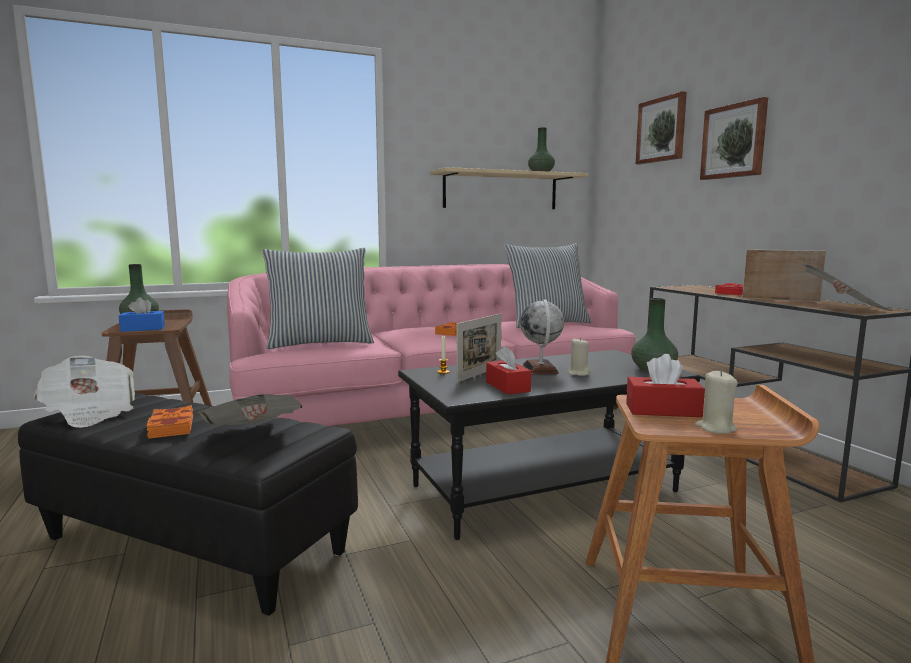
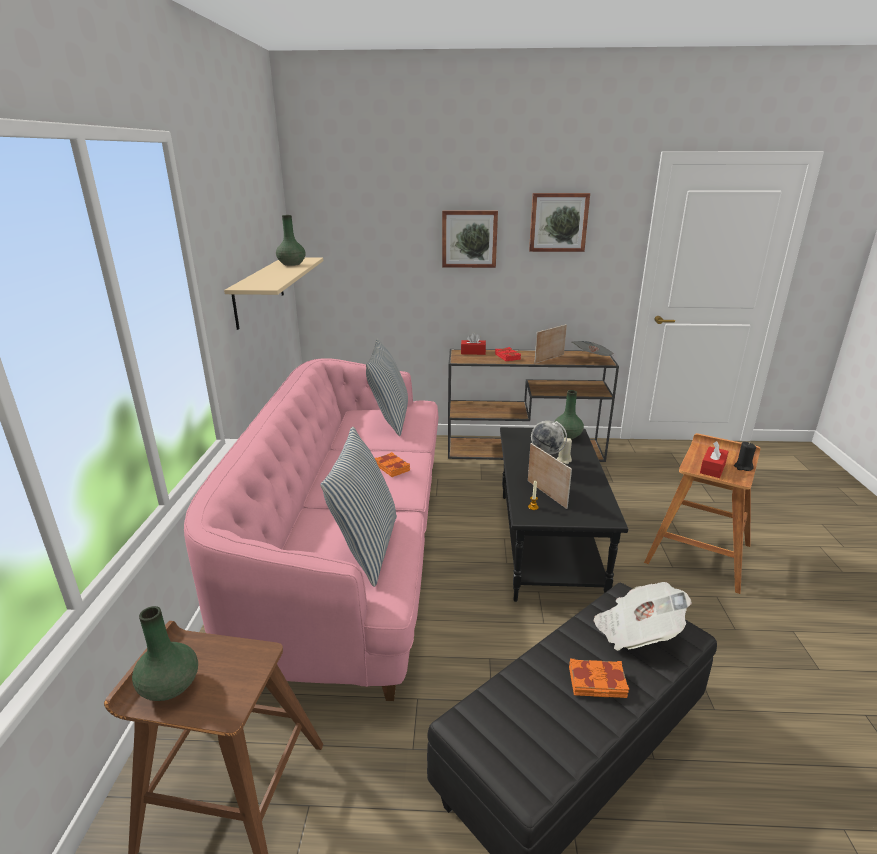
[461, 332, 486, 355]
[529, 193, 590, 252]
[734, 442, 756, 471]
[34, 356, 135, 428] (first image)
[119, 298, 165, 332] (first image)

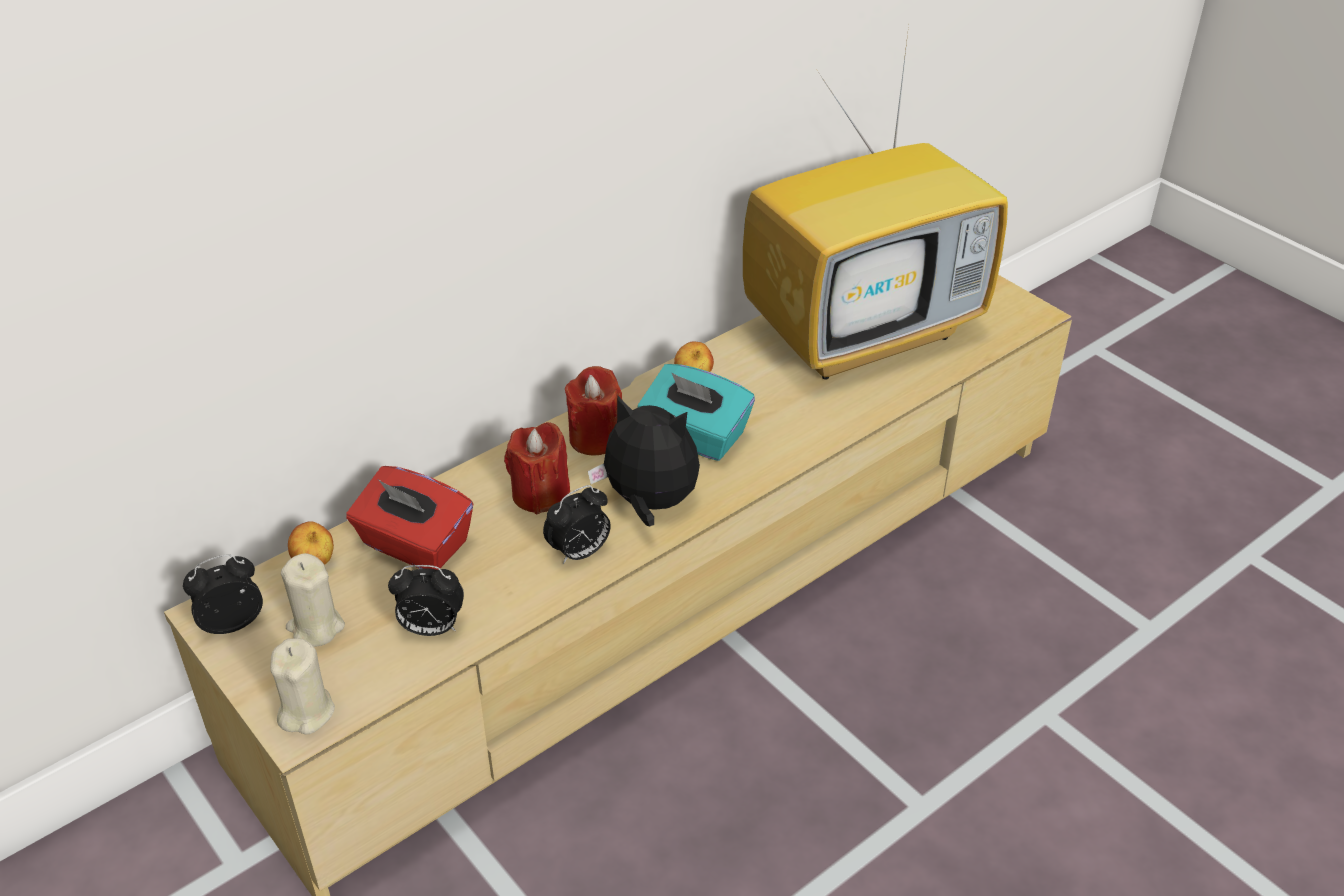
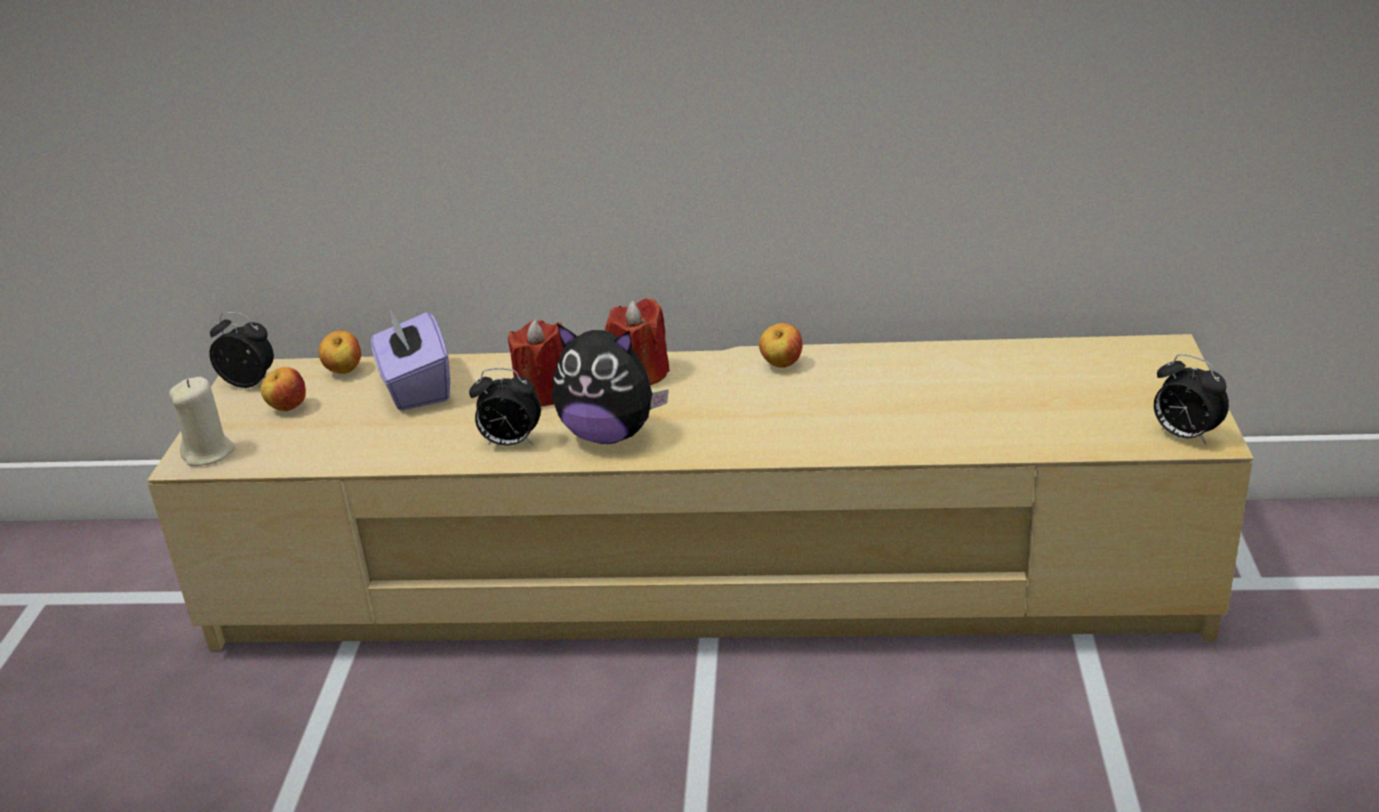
[260, 367, 306, 411]
[371, 309, 450, 411]
[552, 323, 669, 444]
[1154, 354, 1229, 445]
[638, 364, 755, 461] (first image)
[743, 26, 1008, 380] (first image)

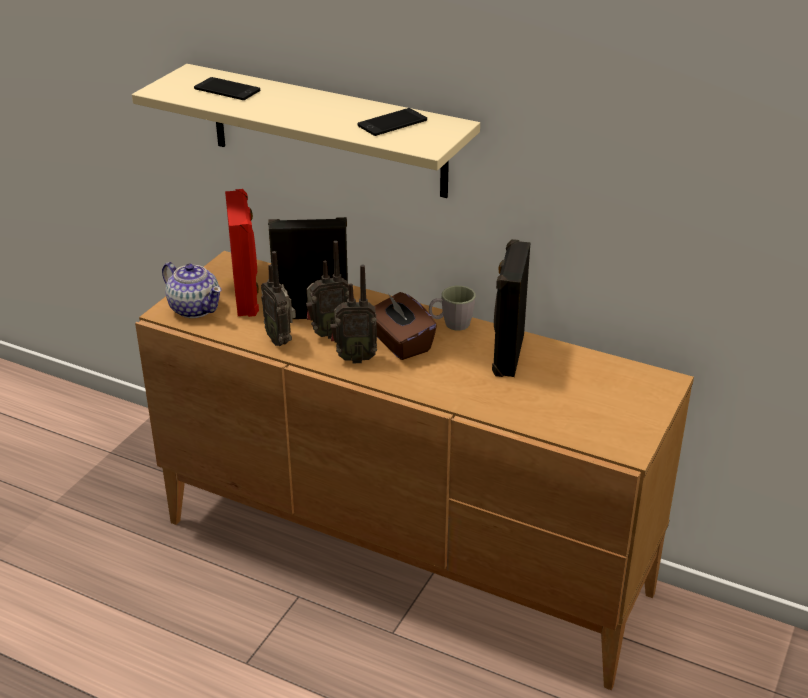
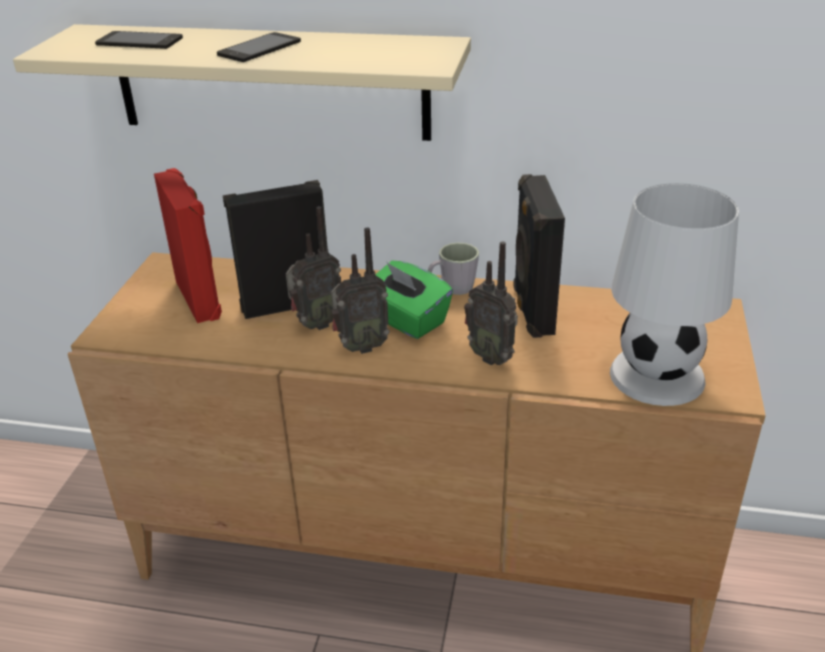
[217, 32, 301, 62]
[375, 261, 453, 339]
[464, 242, 518, 365]
[610, 183, 739, 406]
[162, 262, 221, 318] (first image)

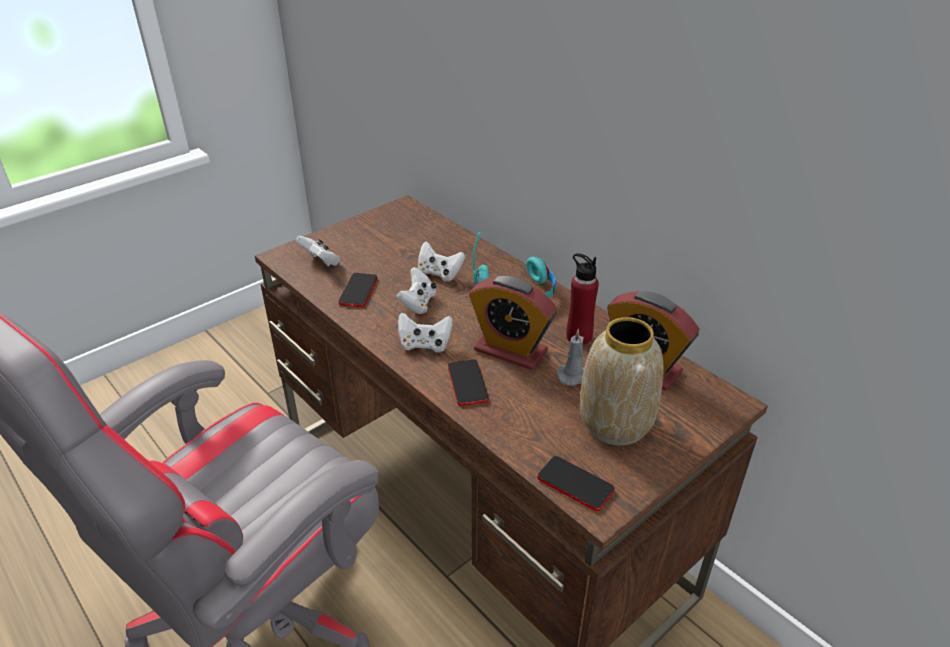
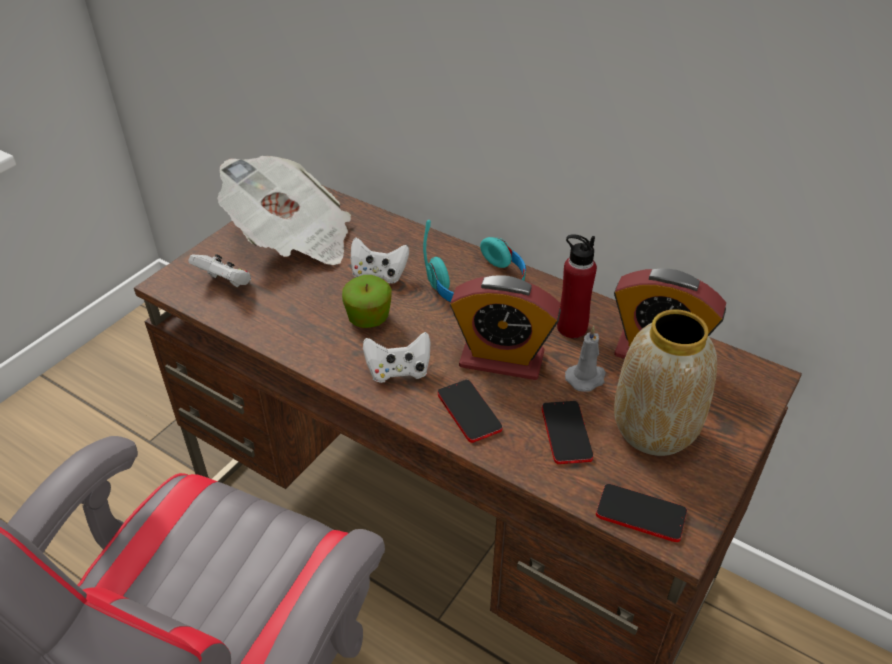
[217, 156, 351, 265]
[342, 275, 392, 328]
[542, 401, 593, 464]

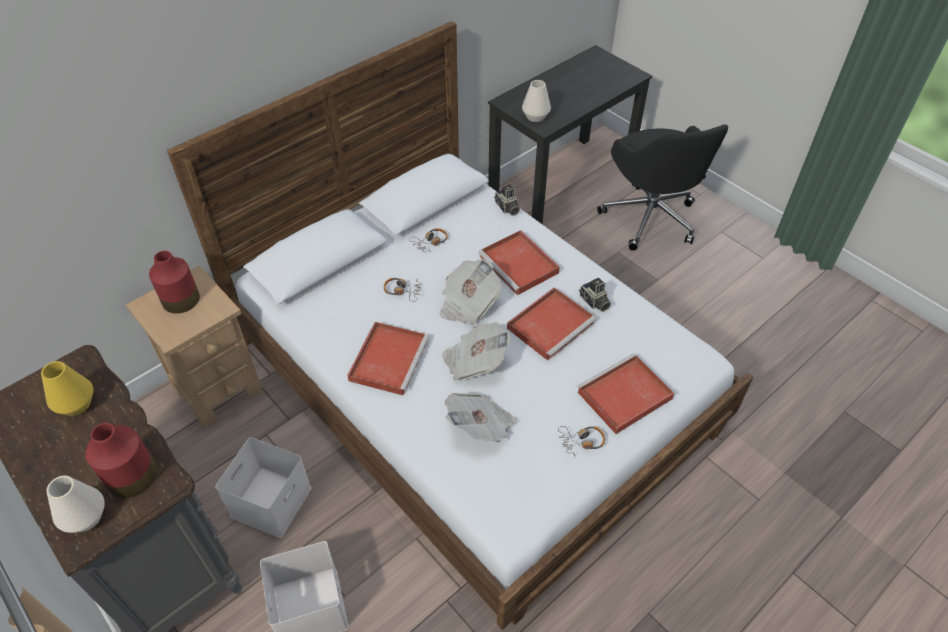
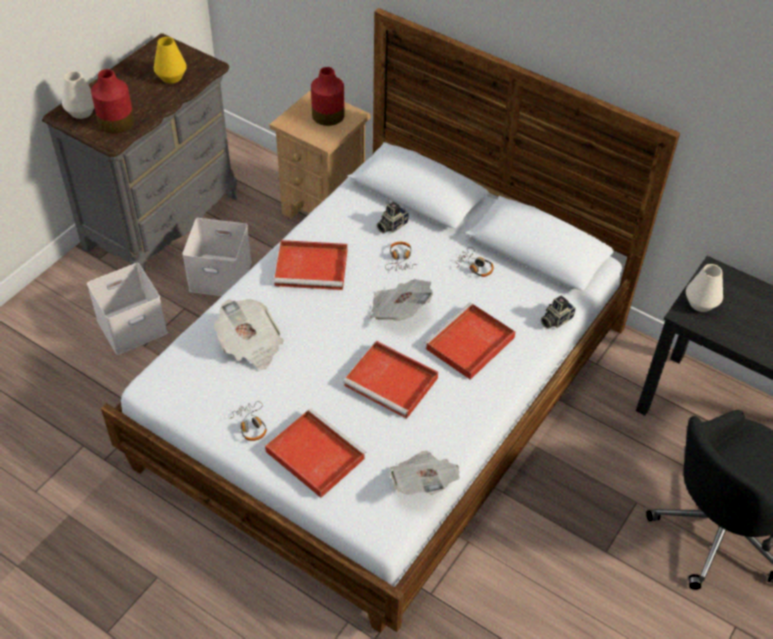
[377, 202, 409, 233]
[390, 451, 460, 495]

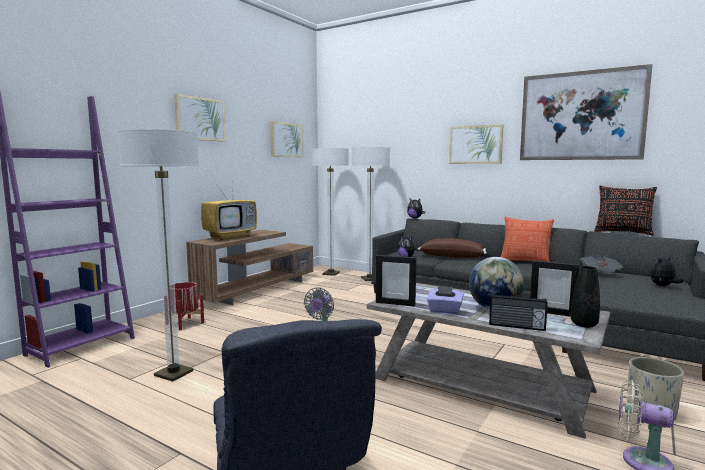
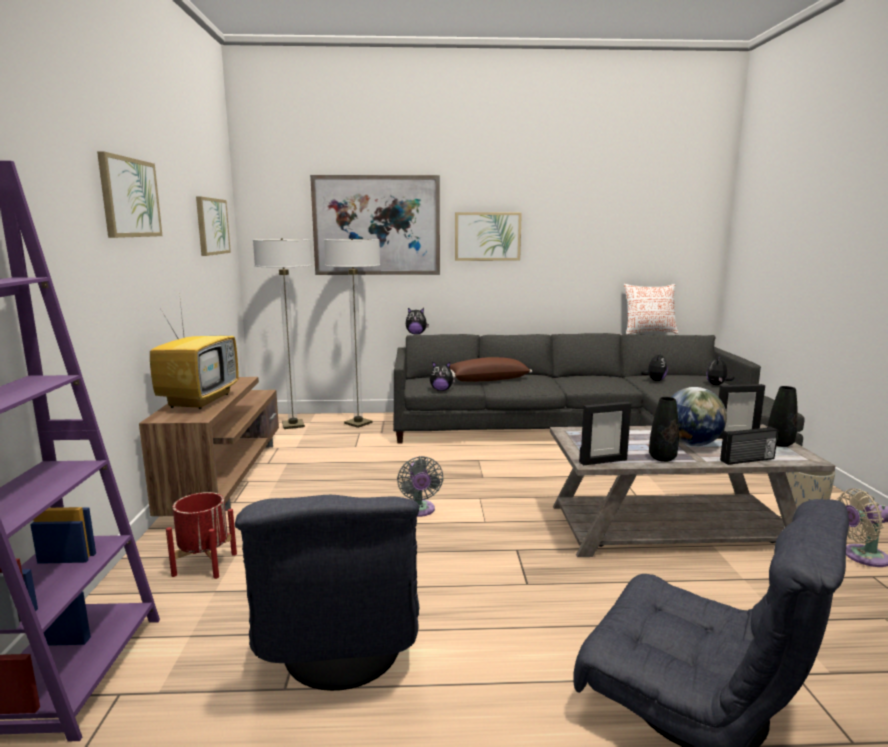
[235, 495, 419, 691]
[310, 175, 440, 275]
[624, 284, 679, 334]
[641, 352, 668, 381]
[649, 397, 679, 462]
[501, 216, 554, 262] (first image)

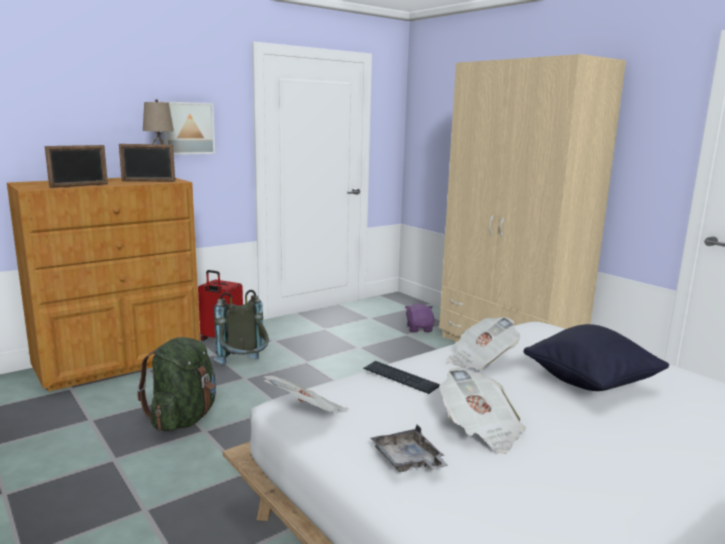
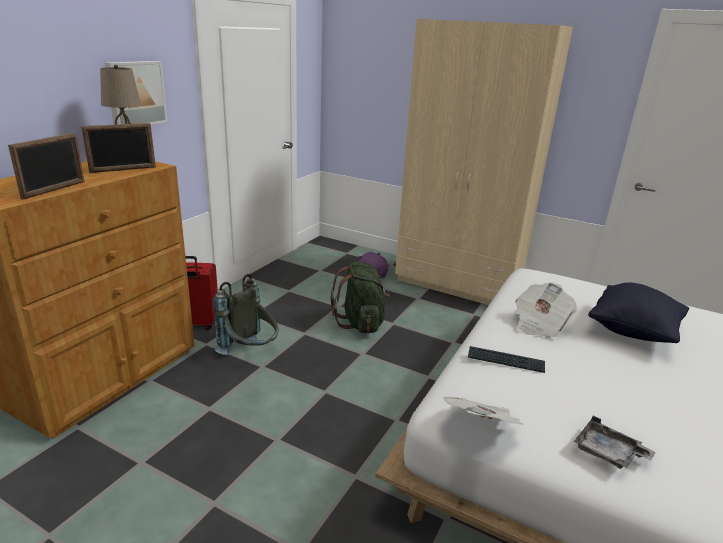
[331, 262, 390, 334]
[439, 368, 526, 454] (first image)

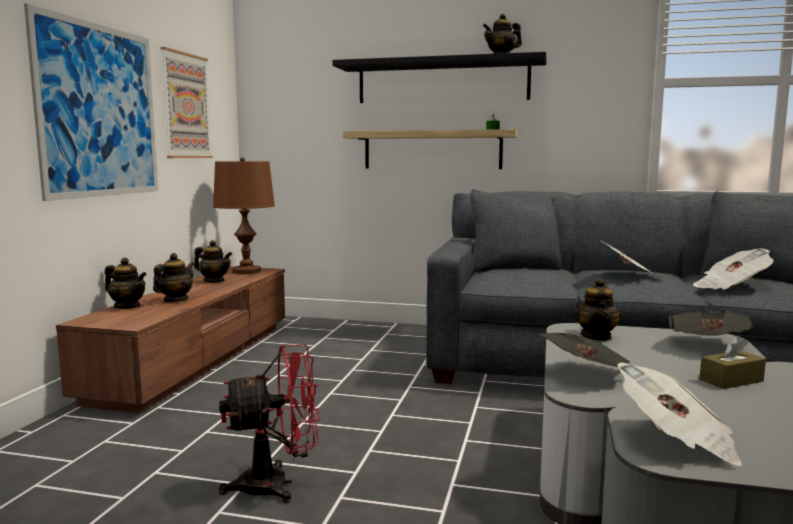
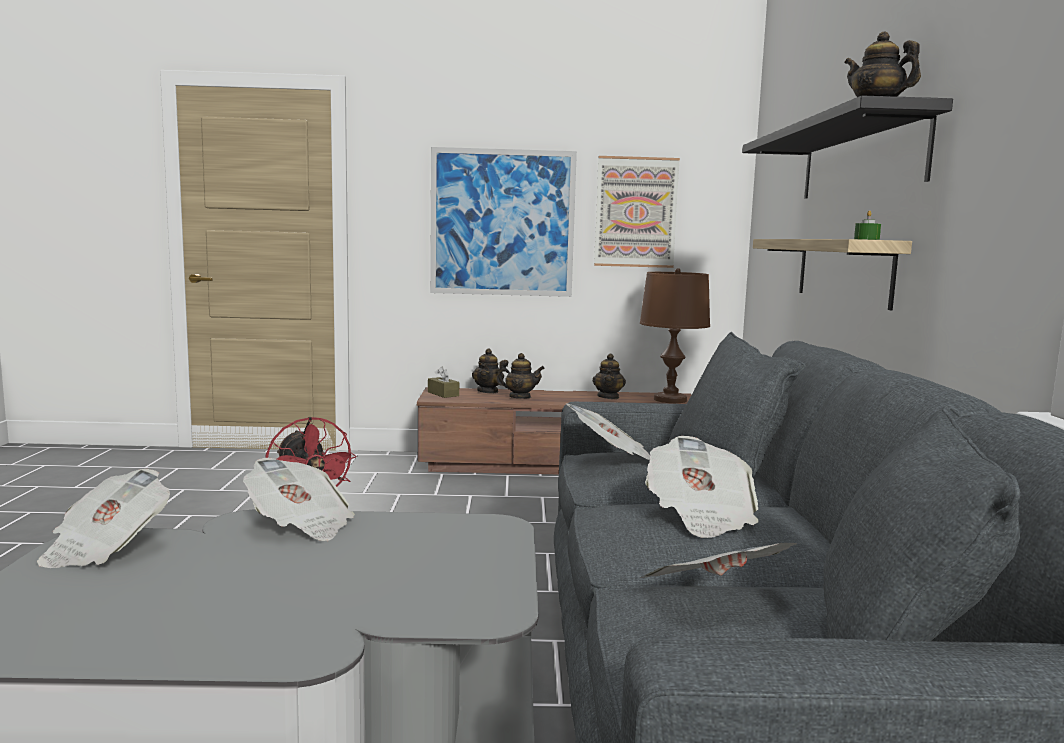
[428, 366, 459, 398]
[565, 403, 651, 460]
[574, 278, 622, 341] (first image)

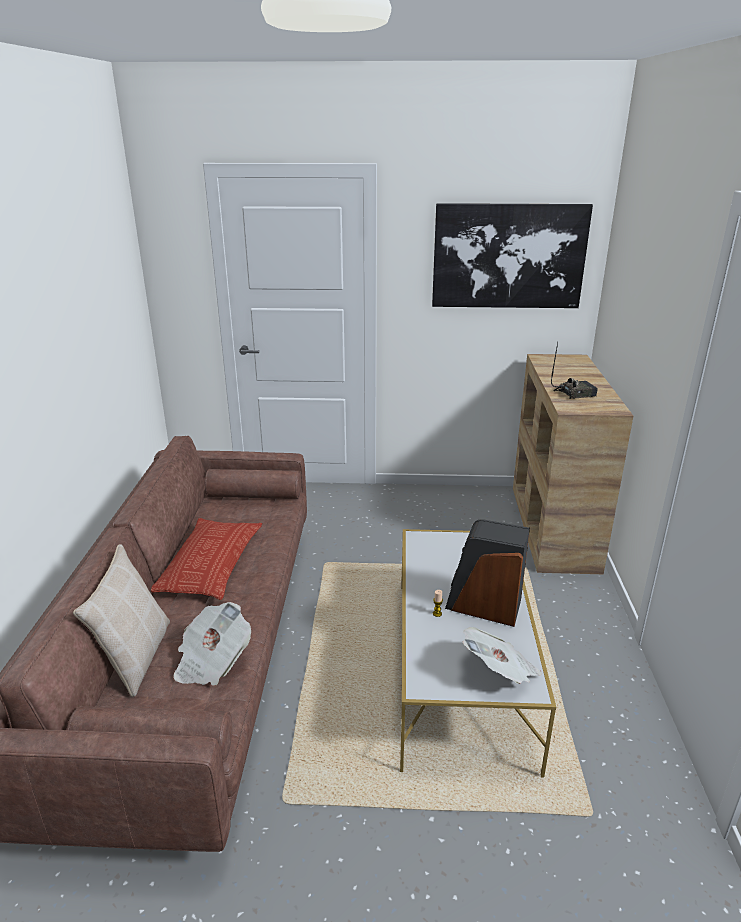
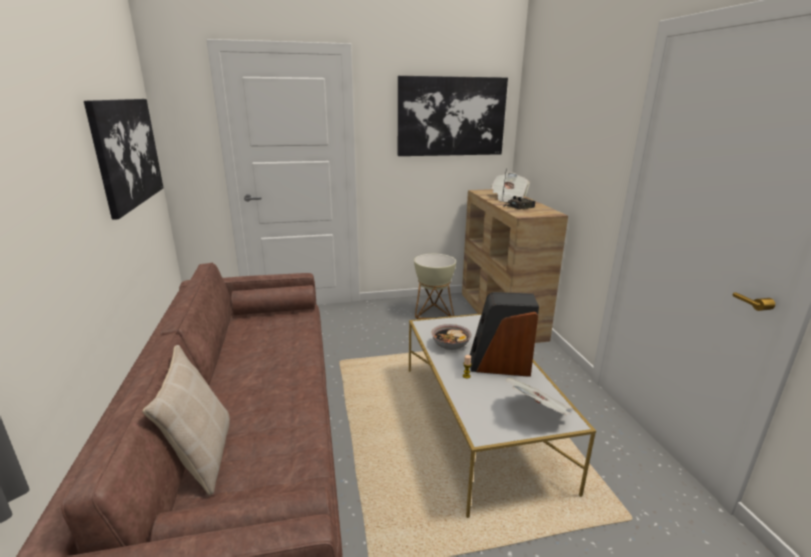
[84, 99, 164, 220]
[414, 254, 456, 319]
[431, 324, 471, 350]
[491, 172, 530, 202]
[151, 518, 262, 600] (first image)

